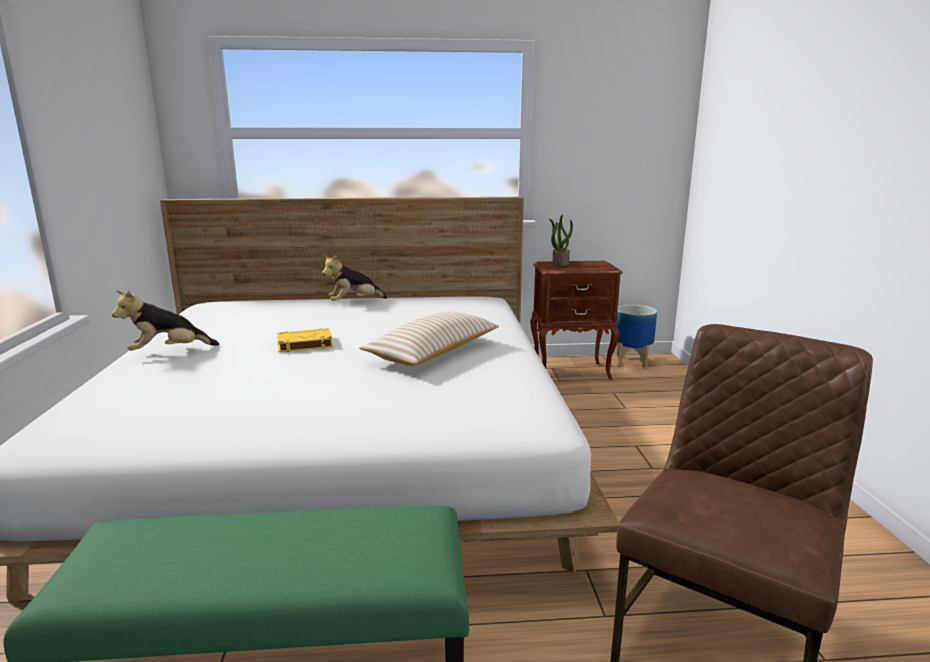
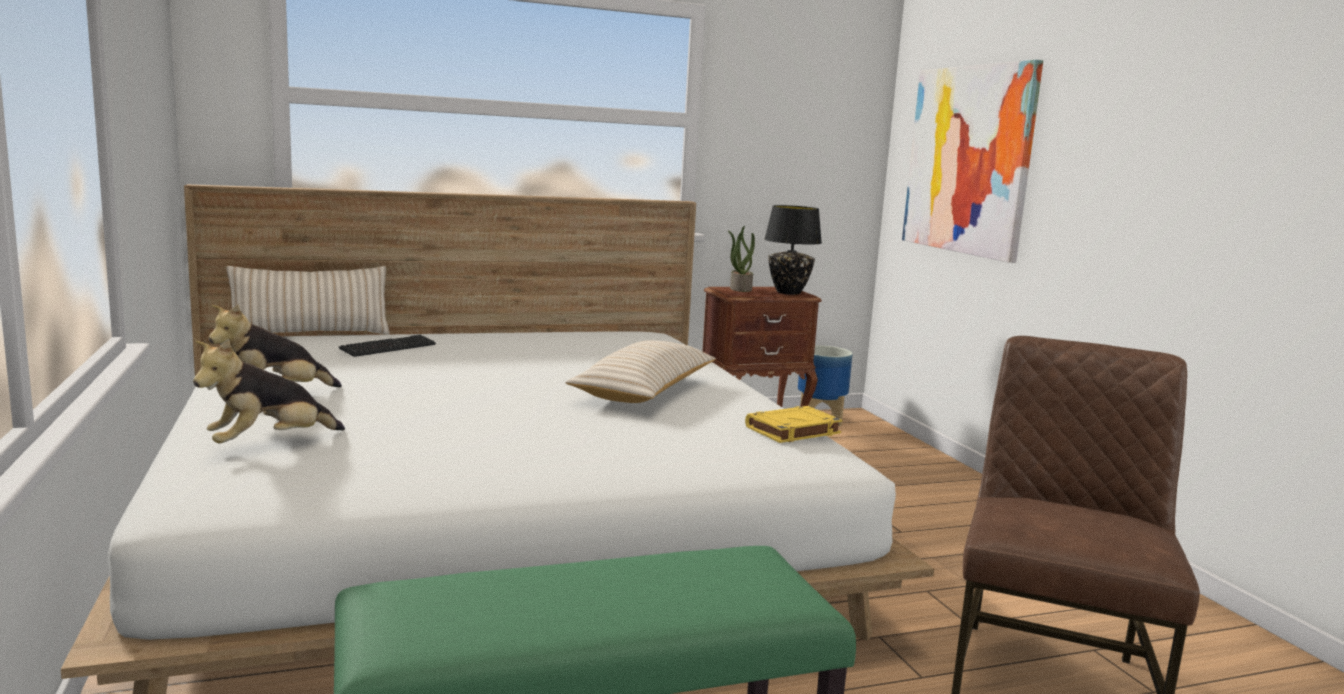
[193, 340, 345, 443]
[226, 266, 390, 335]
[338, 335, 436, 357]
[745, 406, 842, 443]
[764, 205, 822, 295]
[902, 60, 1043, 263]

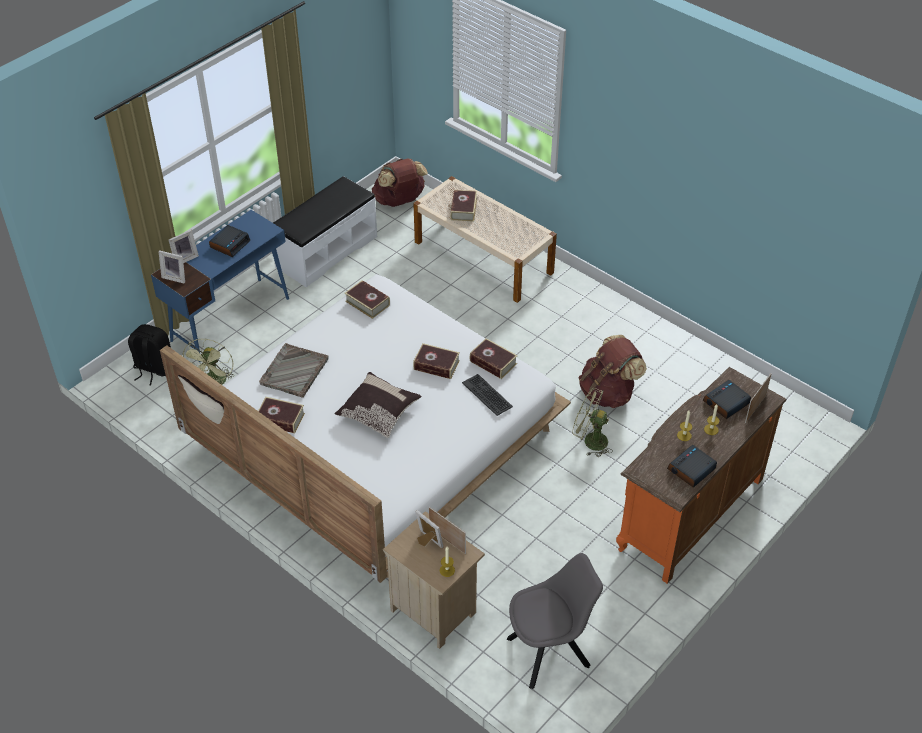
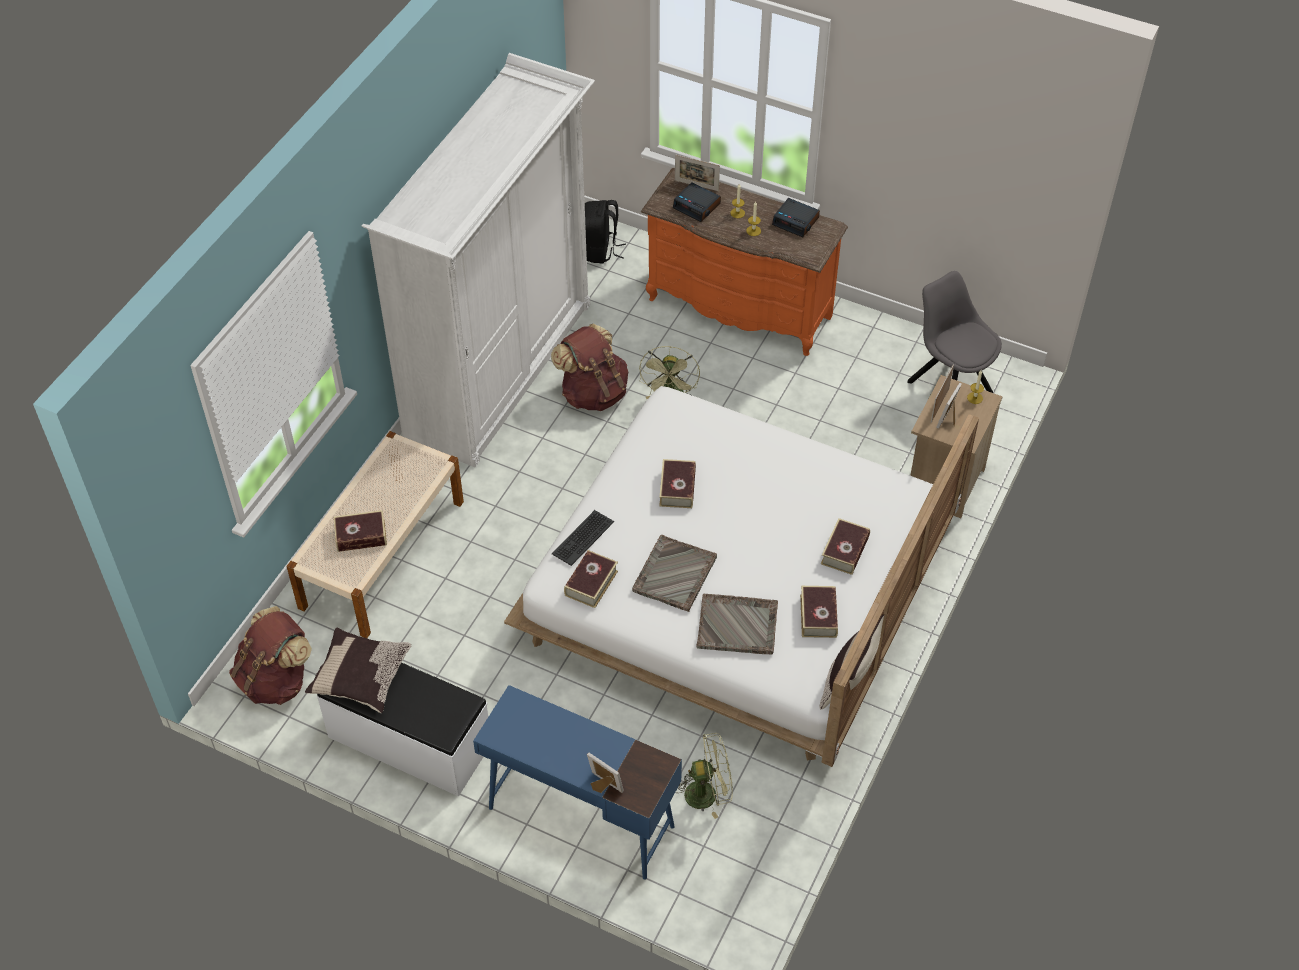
[305, 627, 411, 713]
[362, 53, 595, 467]
[552, 510, 614, 566]
[585, 200, 626, 264]
[632, 535, 717, 612]
[821, 518, 870, 575]
[158, 250, 185, 284] (first image)
[209, 225, 250, 257] (first image)

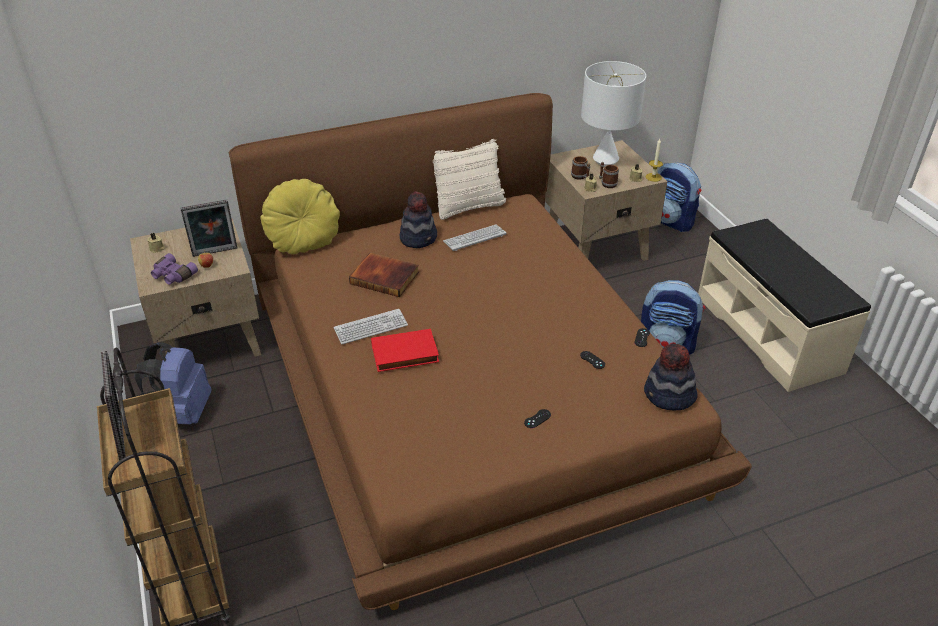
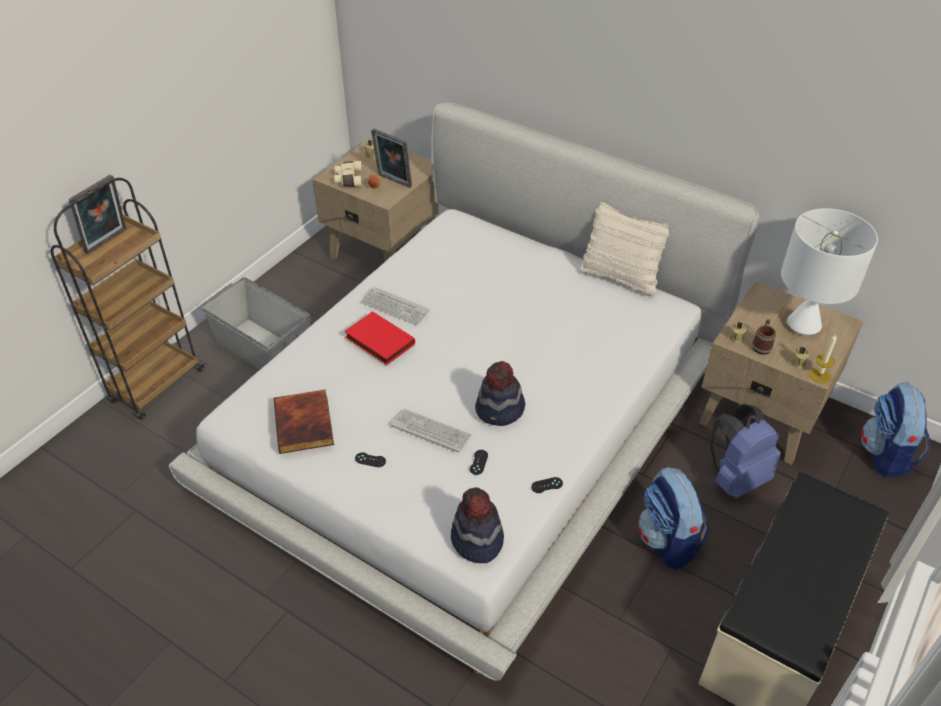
[169, 103, 760, 681]
[201, 277, 311, 369]
[274, 390, 334, 454]
[334, 161, 362, 187]
[391, 409, 471, 453]
[475, 361, 525, 426]
[710, 404, 781, 498]
[260, 179, 340, 255] (first image)
[571, 156, 590, 180] (first image)

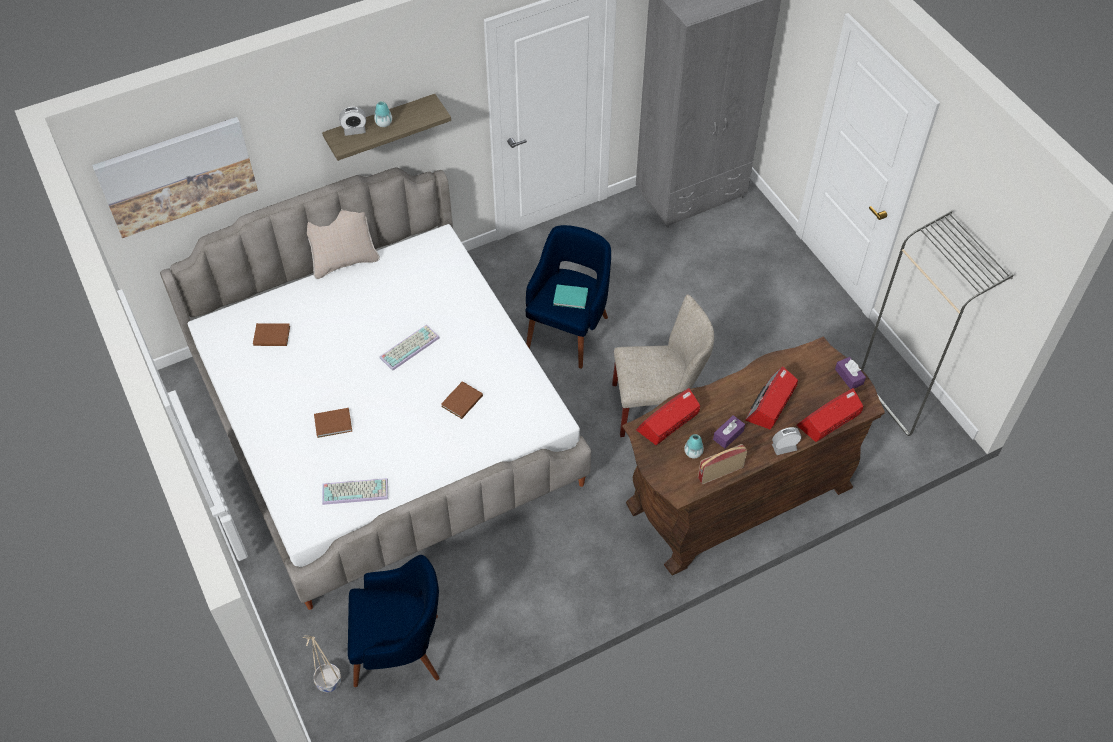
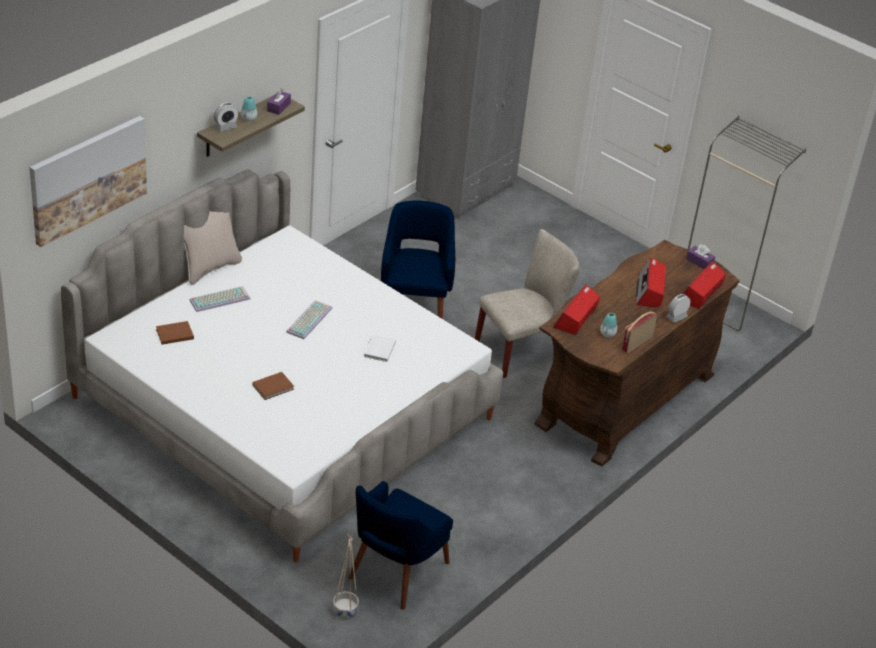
[189, 286, 250, 312]
[267, 89, 291, 115]
[348, 481, 453, 610]
[363, 334, 396, 362]
[553, 284, 588, 309] (first image)

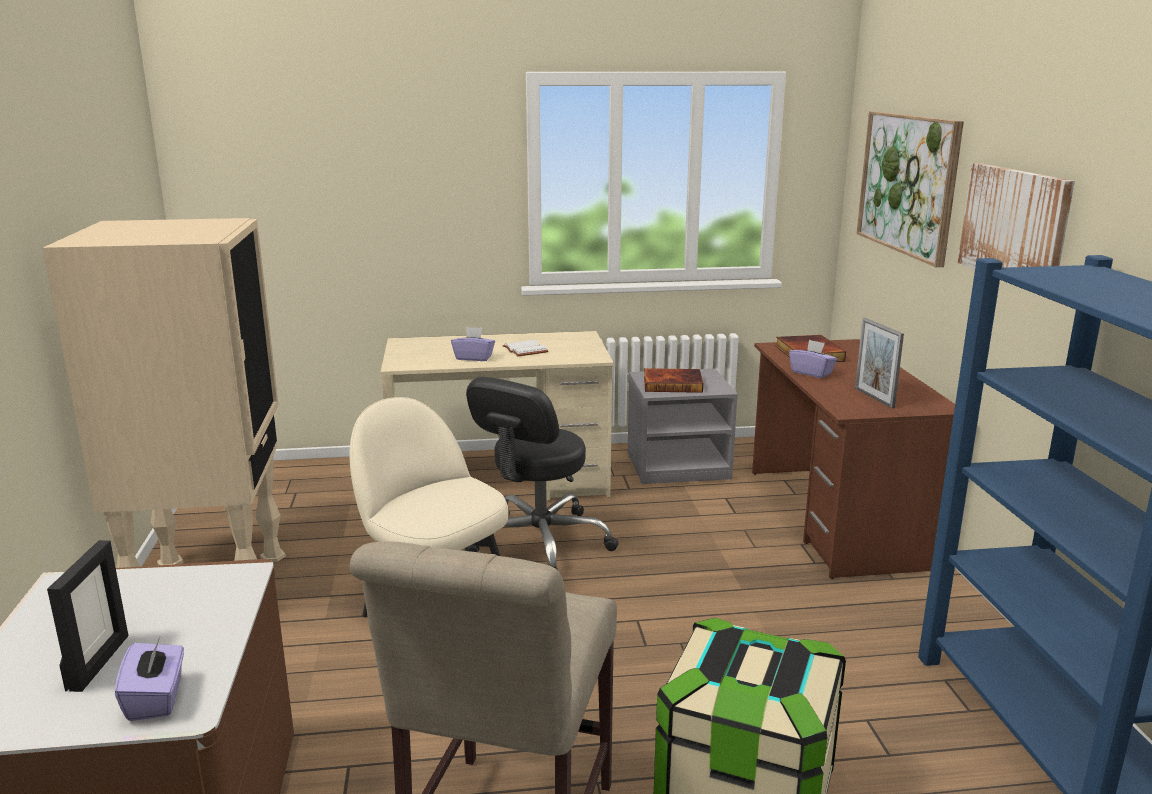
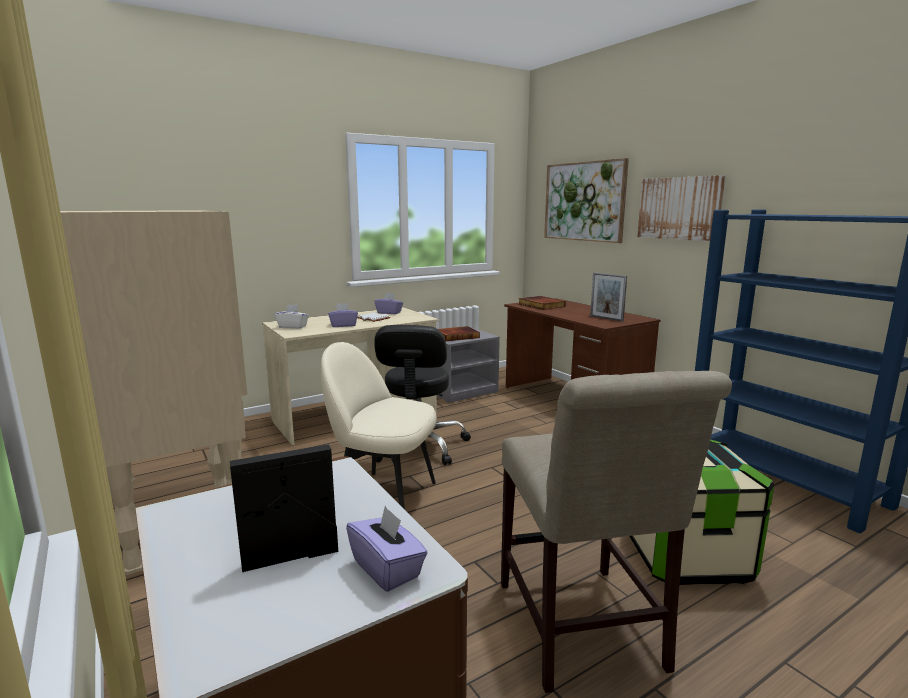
[230, 444, 338, 572]
[275, 304, 309, 329]
[374, 293, 403, 314]

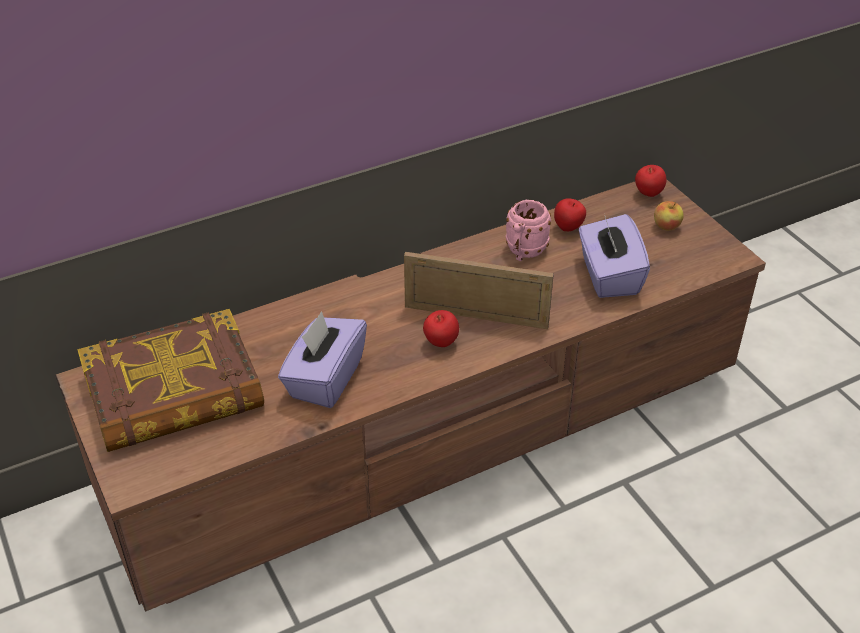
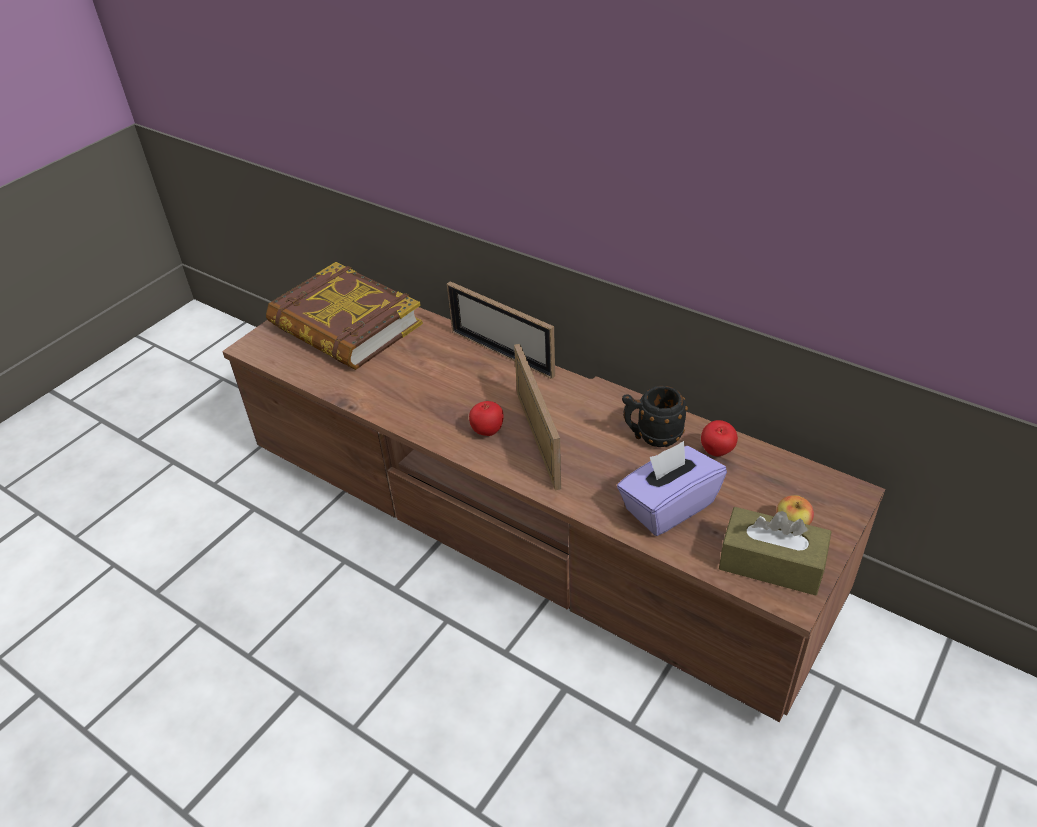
[447, 281, 555, 379]
[622, 386, 688, 447]
[719, 507, 832, 596]
[278, 311, 367, 408] (first image)
[635, 165, 666, 197] (first image)

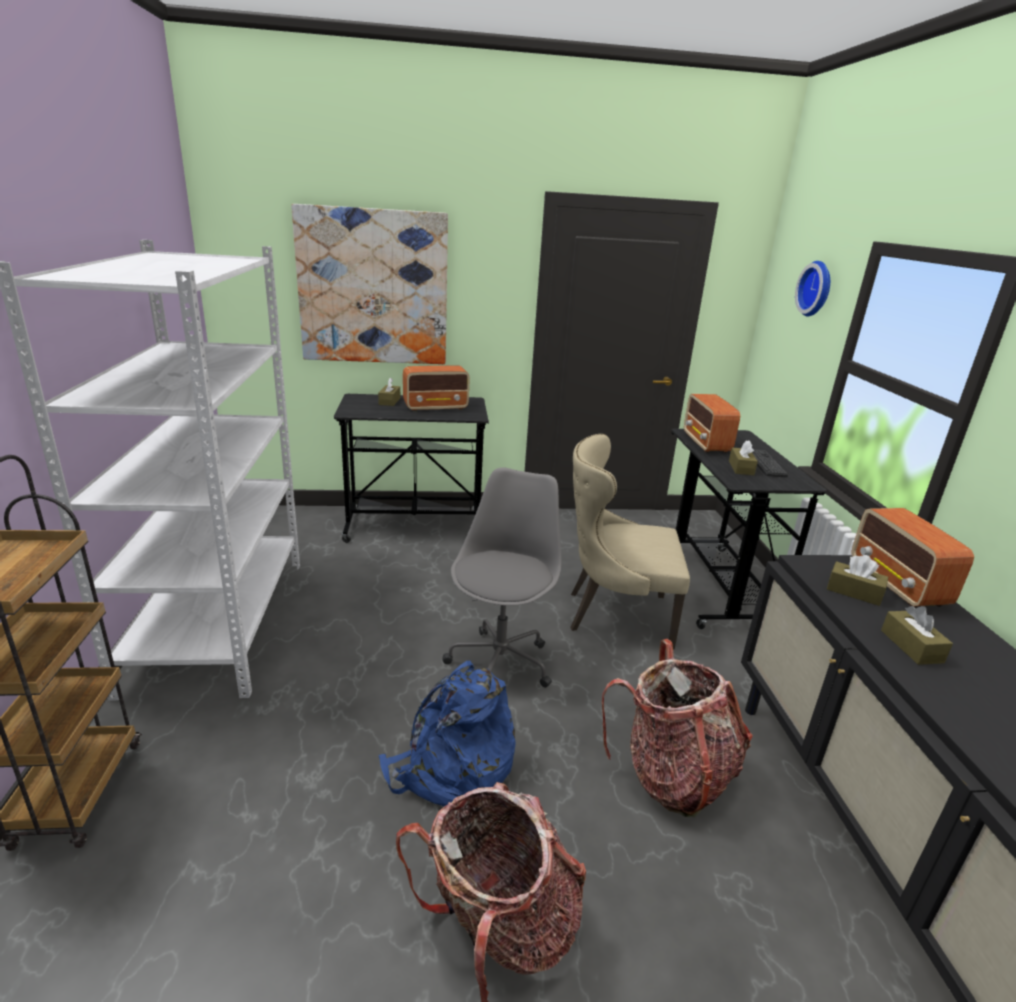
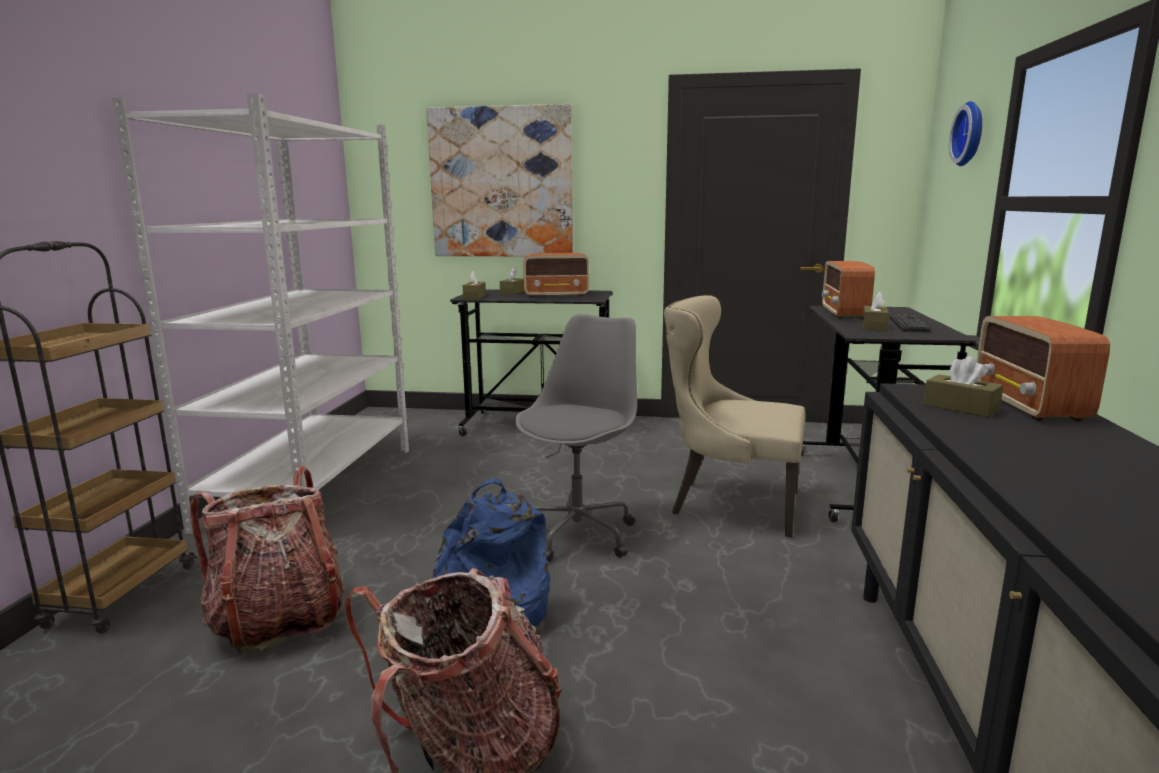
[190, 466, 345, 655]
[463, 271, 486, 299]

